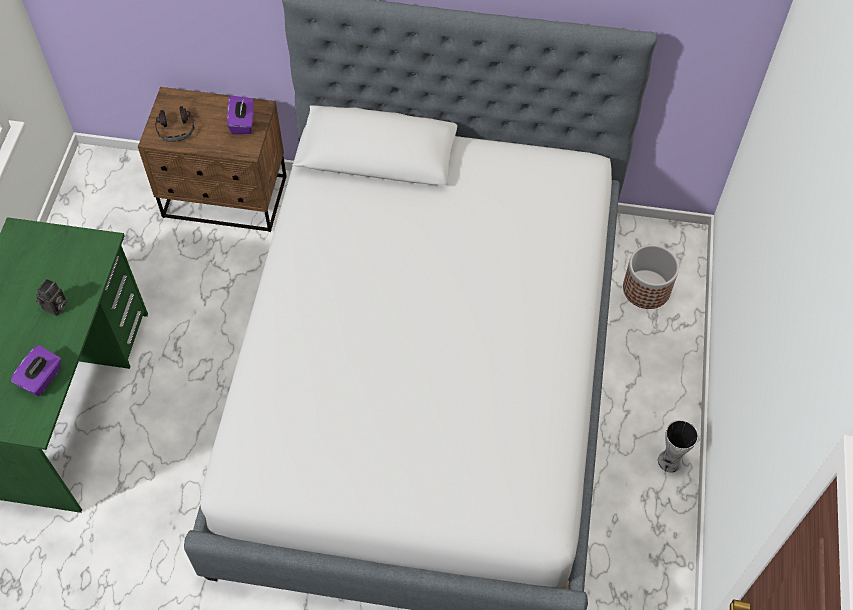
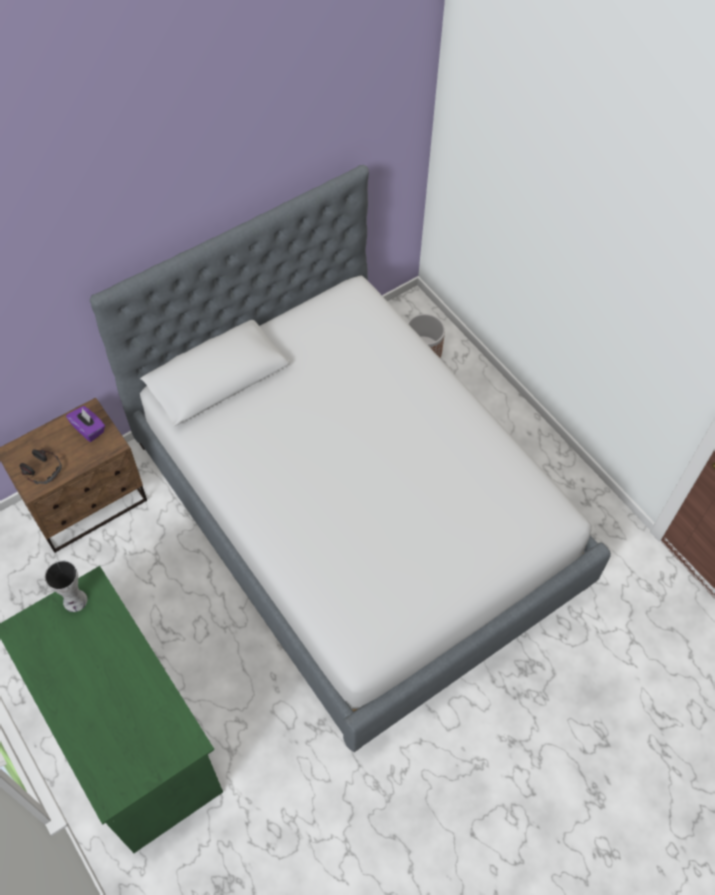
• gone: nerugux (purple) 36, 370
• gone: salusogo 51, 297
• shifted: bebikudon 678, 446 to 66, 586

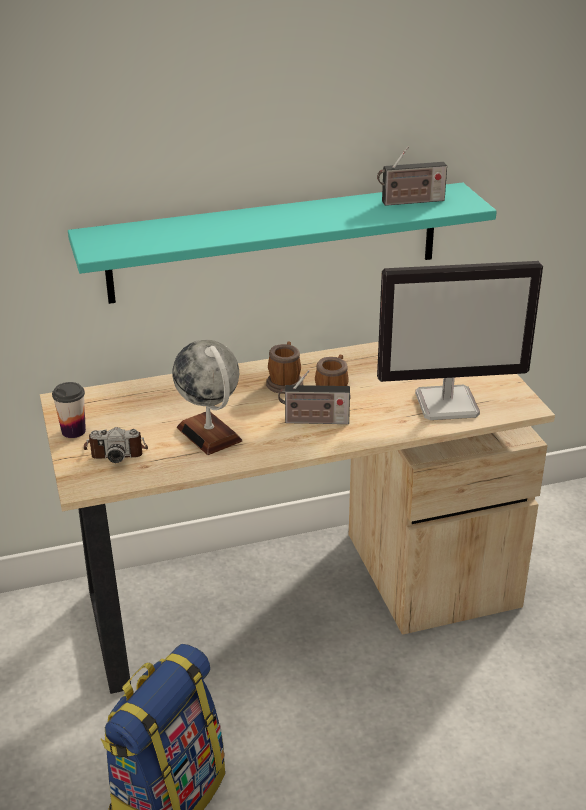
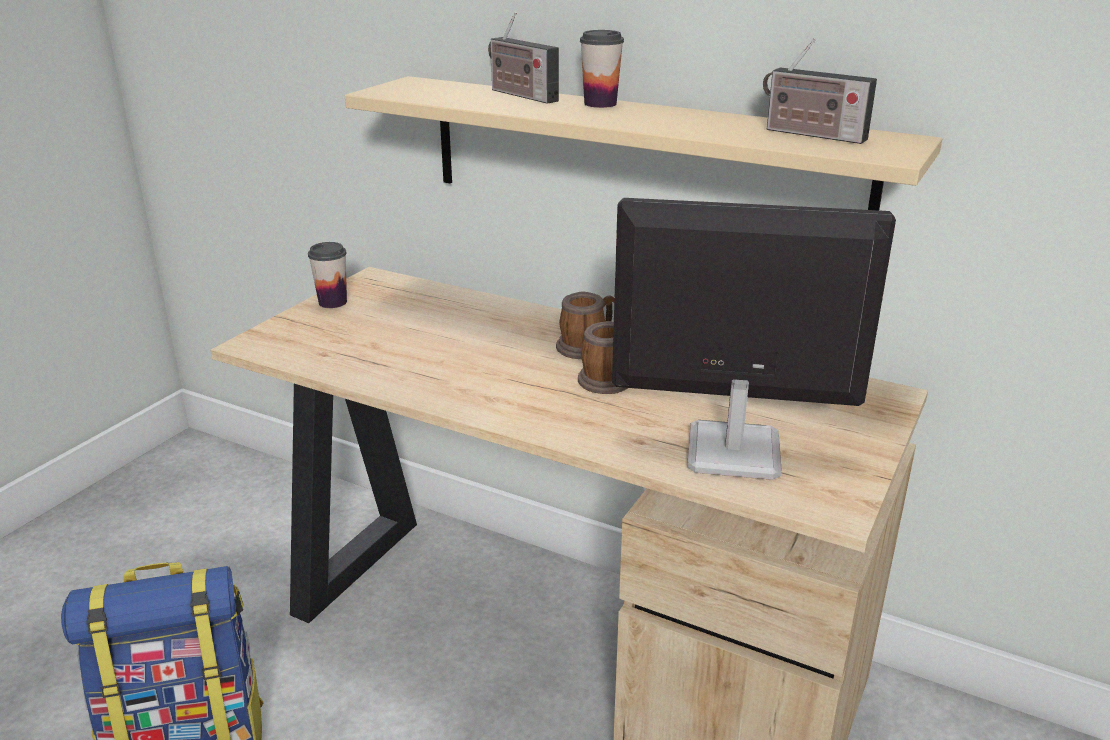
• gone: salusogo 115, 445
• gone: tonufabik 207, 397
• new: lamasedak 602, 69
• shifted: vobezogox 314, 397 to 523, 58
• repainted: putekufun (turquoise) 282, 243 to putekufun (beige) 643, 143
• rotated: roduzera 460, 340 = 754, 339 150 degrees clockwise

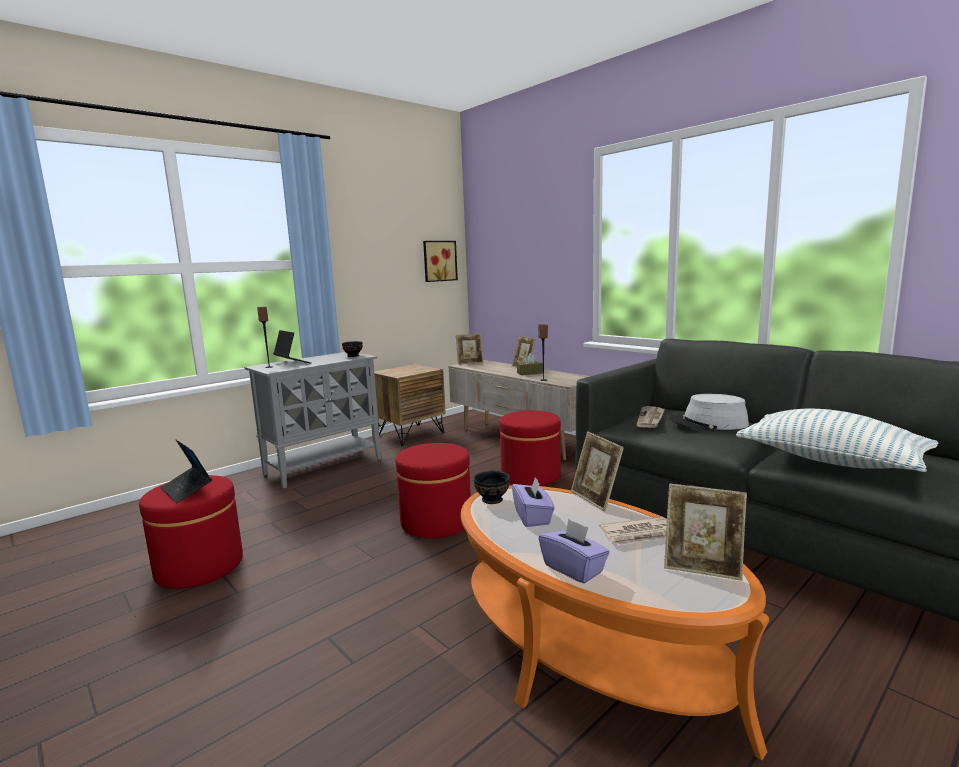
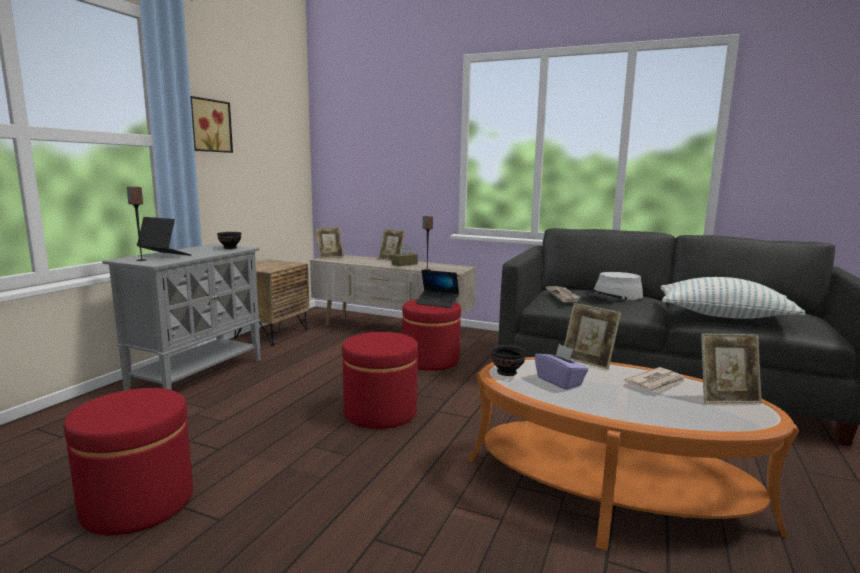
• gone: nerugux (purple) 574, 551
• shifted: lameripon 186, 471 to 437, 289
• shifted: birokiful 440, 261 to 211, 124

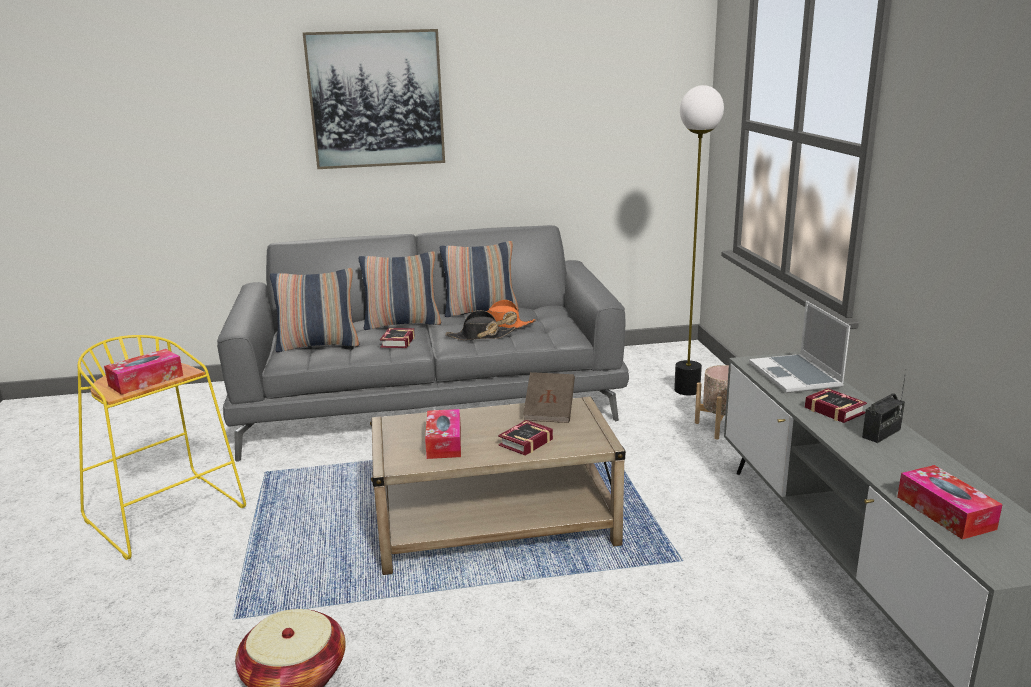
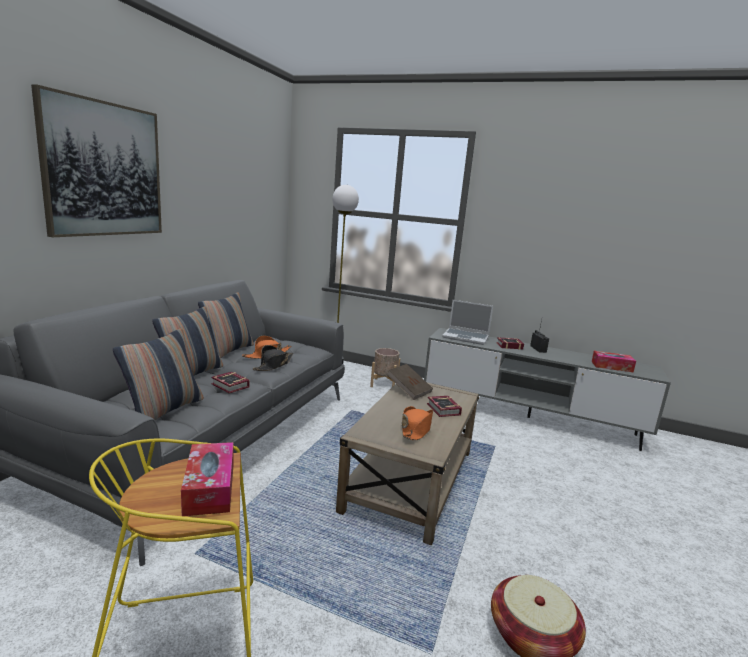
• swapped: nerugux 443, 434 to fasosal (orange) 417, 423

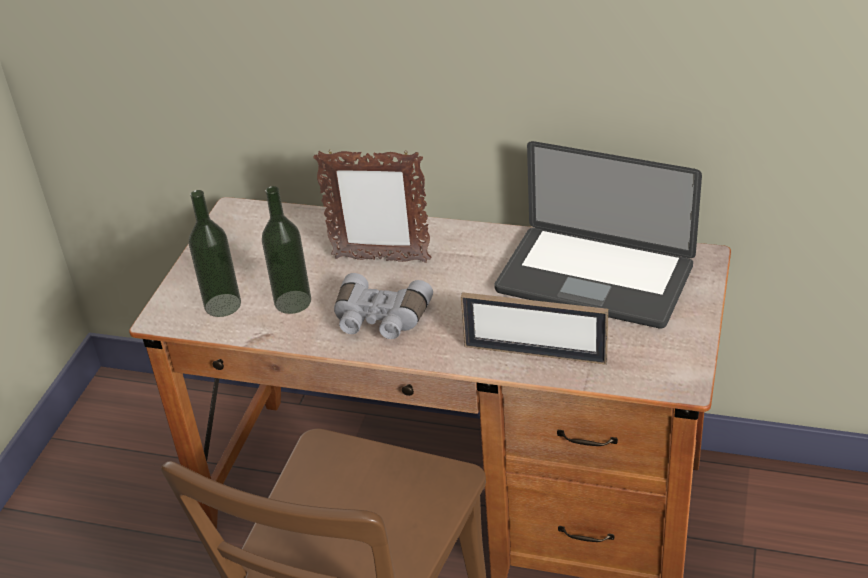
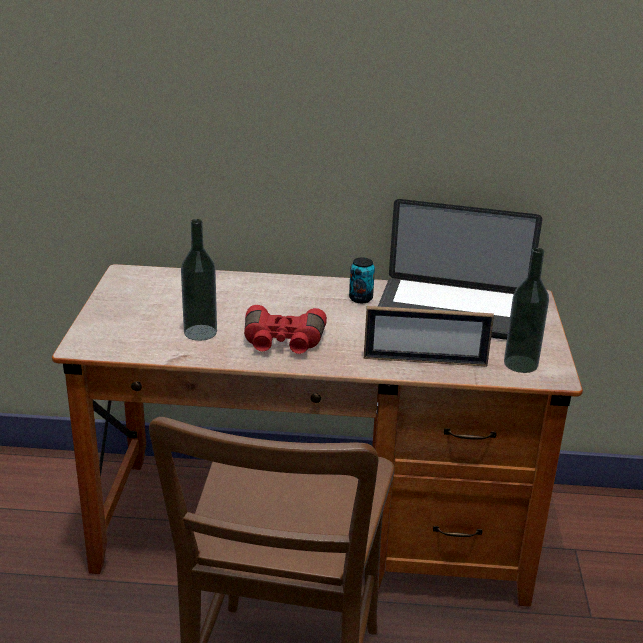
• gone: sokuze 372, 206
• new: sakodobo 362, 280
• shifted: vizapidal 215, 253 to 526, 310
• repainted: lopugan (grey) 383, 306 to lopugan (red) 285, 329

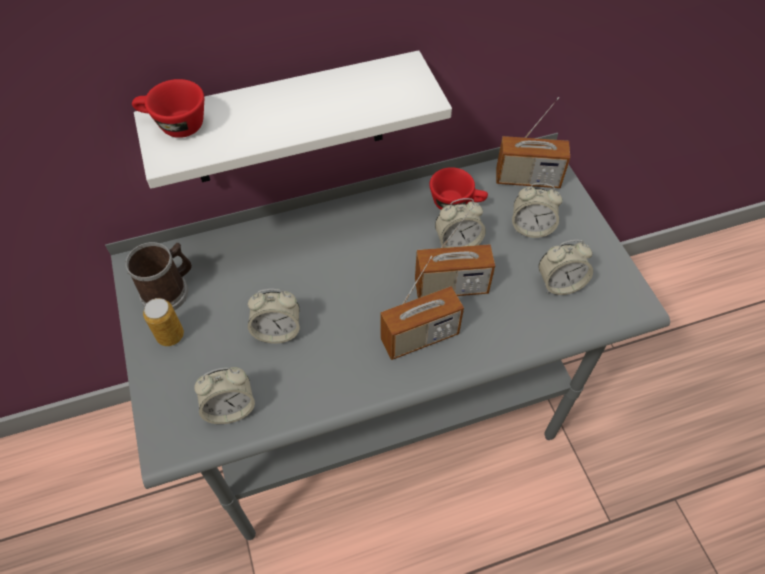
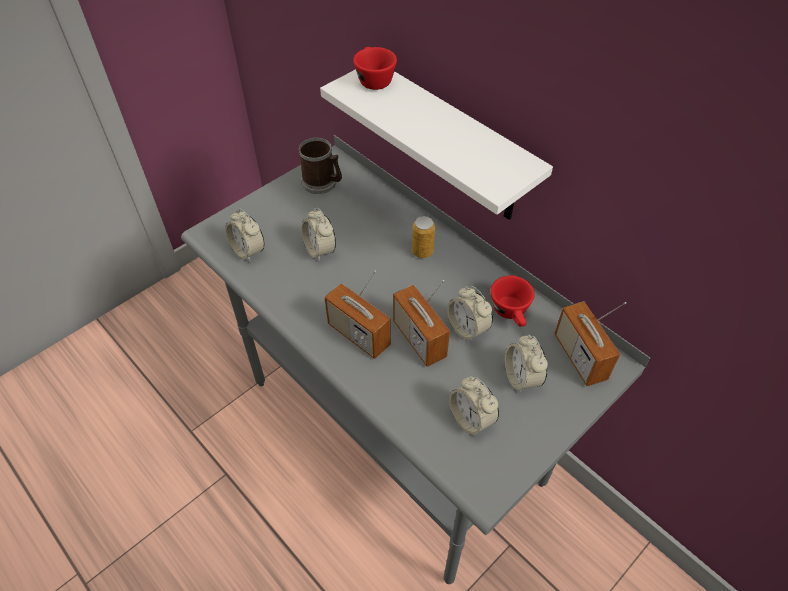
• shifted: sakodobo 163, 322 to 423, 237

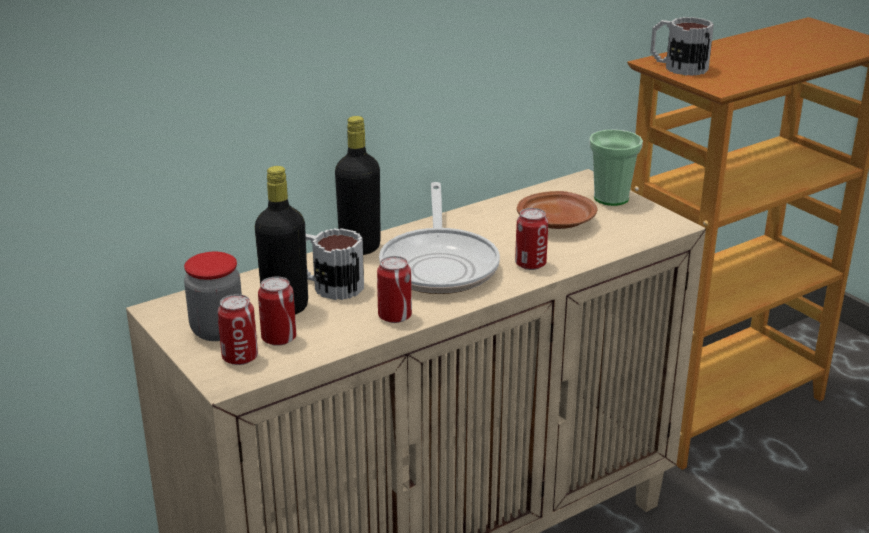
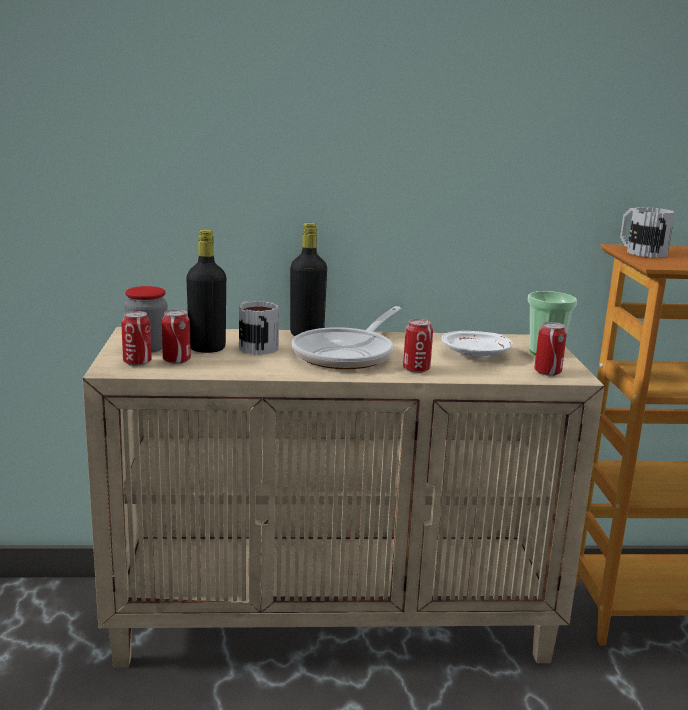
• shifted: sakodobo 394, 289 to 550, 349
• repainted: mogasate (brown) 557, 210 to mogasate (white) 477, 344

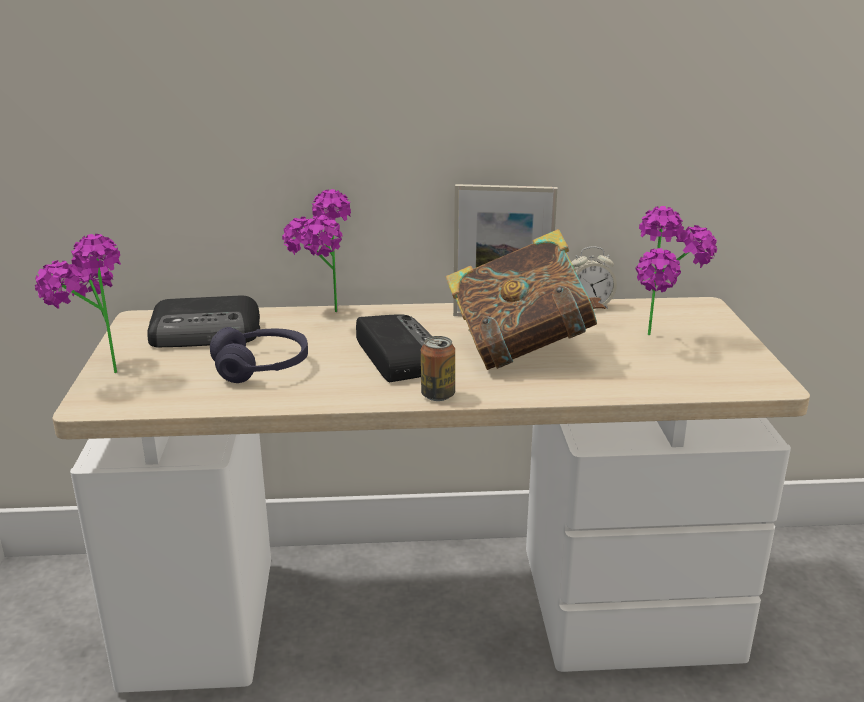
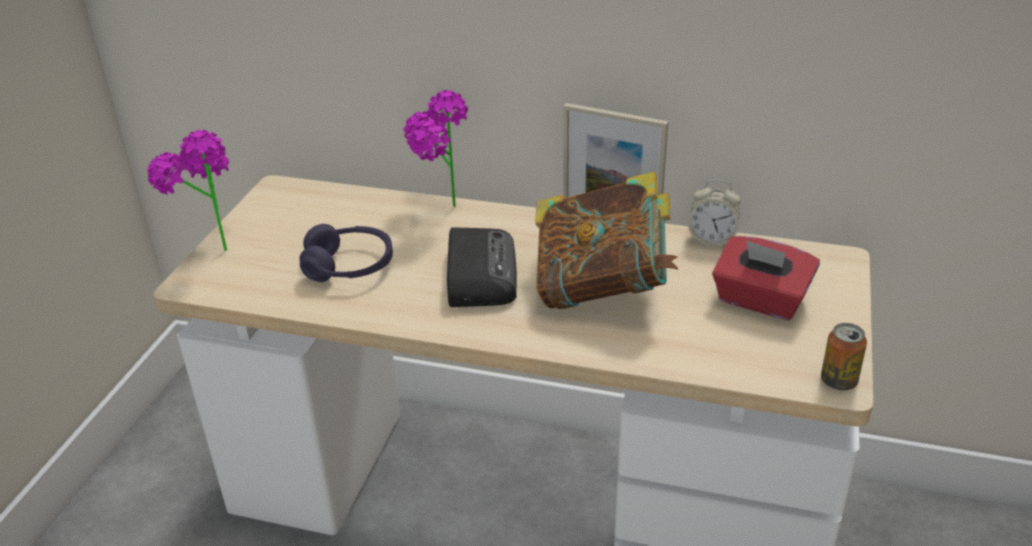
• gone: vobezogox 203, 321
• shifted: sakodobo 438, 368 to 844, 356
• swapped: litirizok 676, 270 to nerugux (red) 766, 278

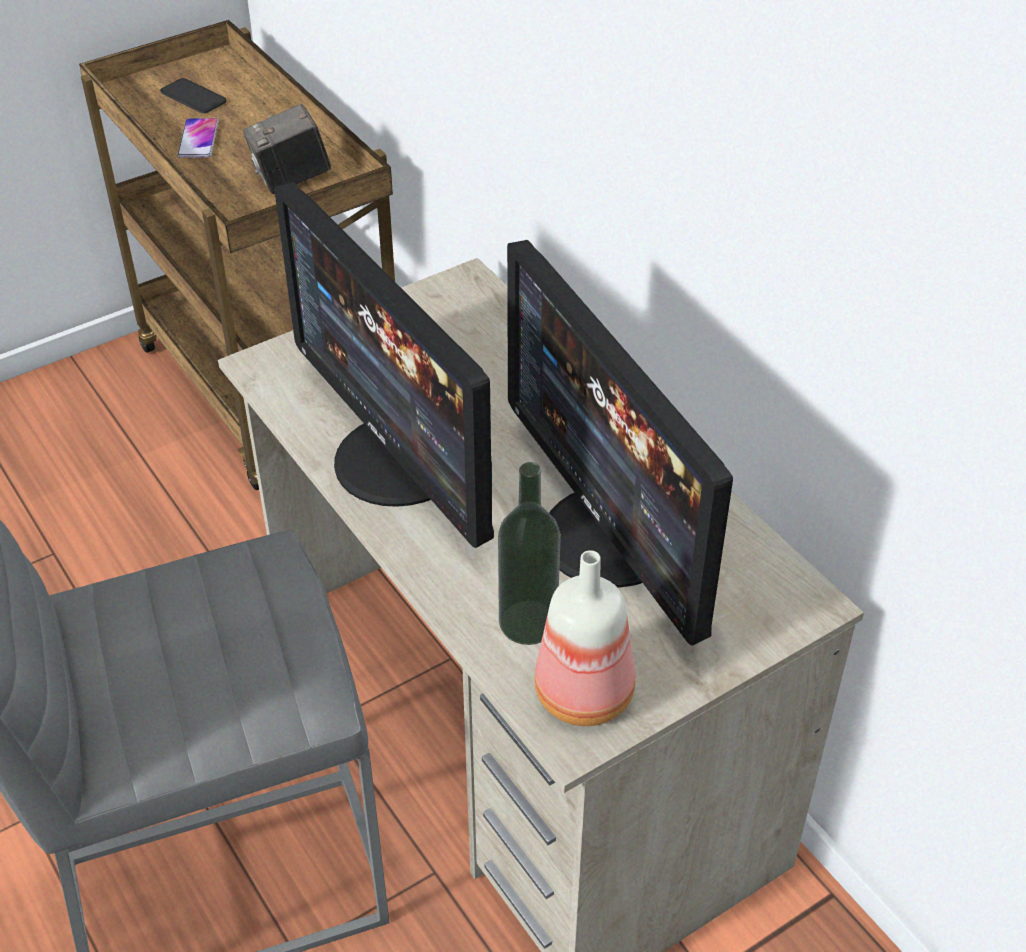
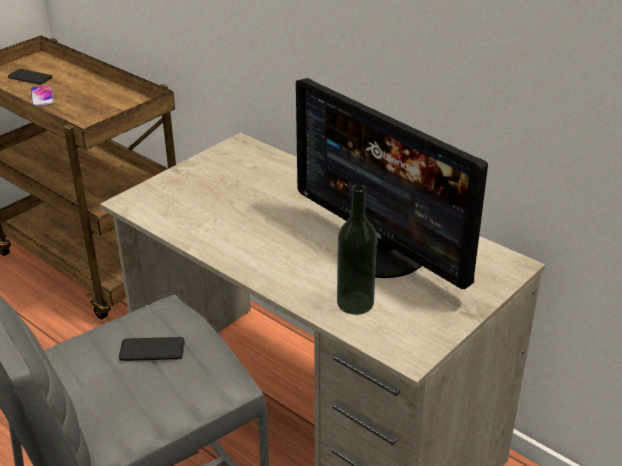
• gone: salusogo 287, 149
• gone: roduzera 384, 365
• gone: vizapidal 584, 638
• new: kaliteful 152, 349

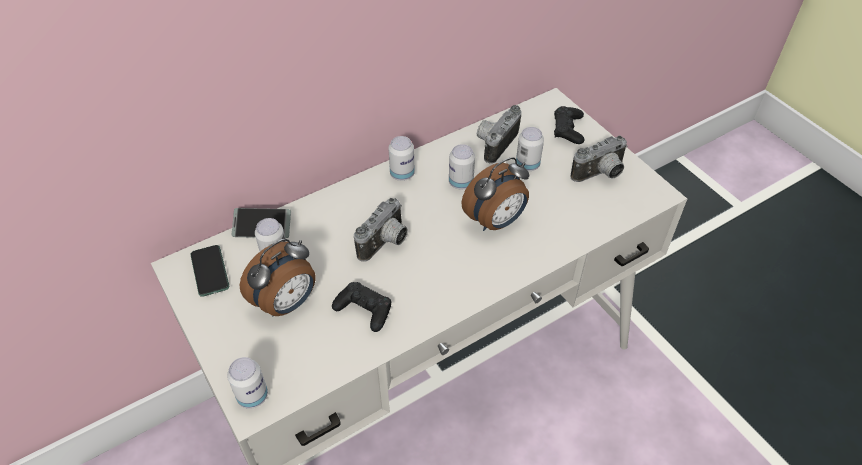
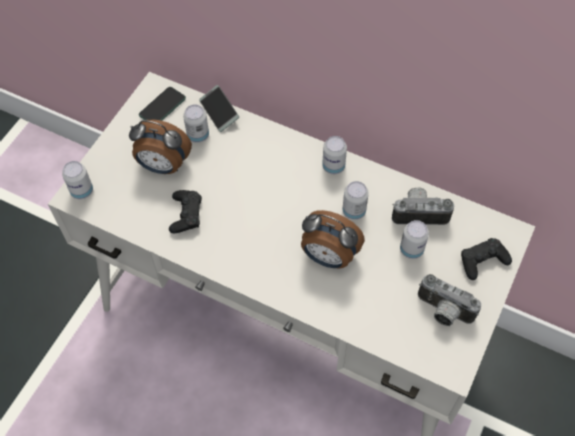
• gone: salusogo 381, 230

